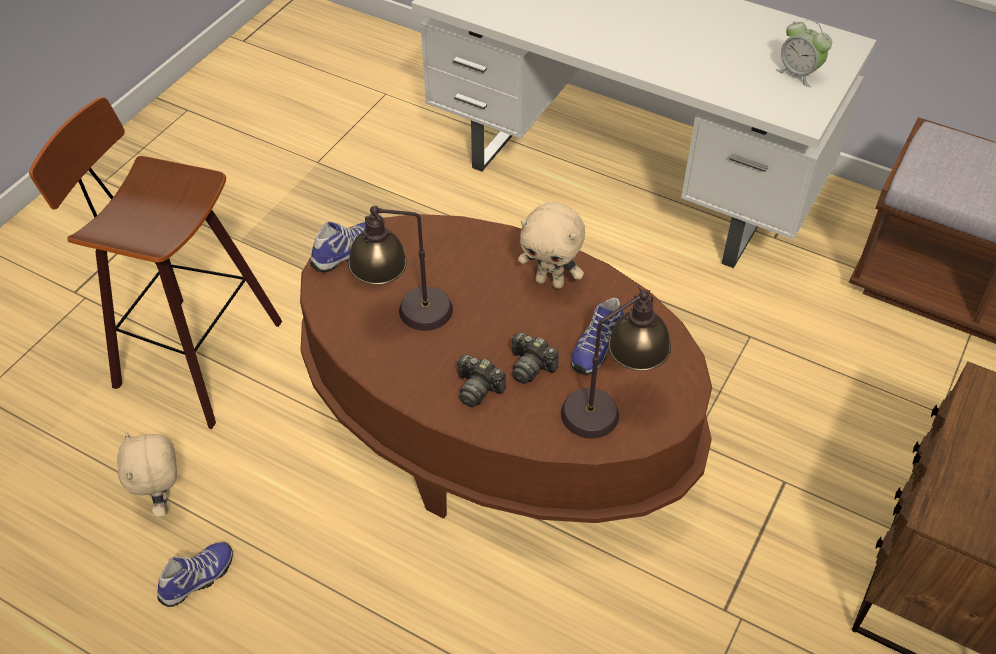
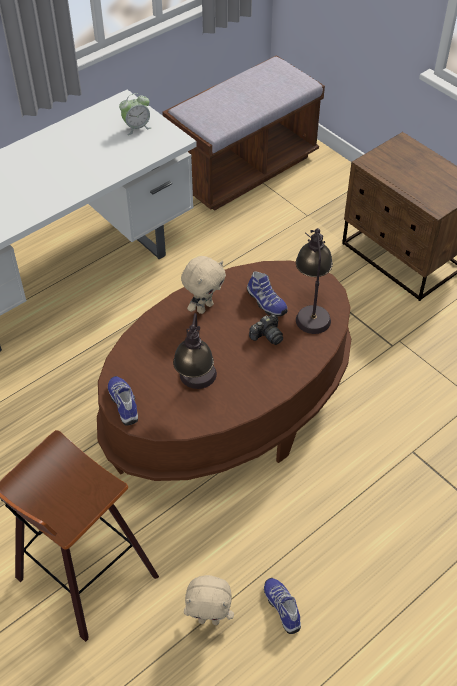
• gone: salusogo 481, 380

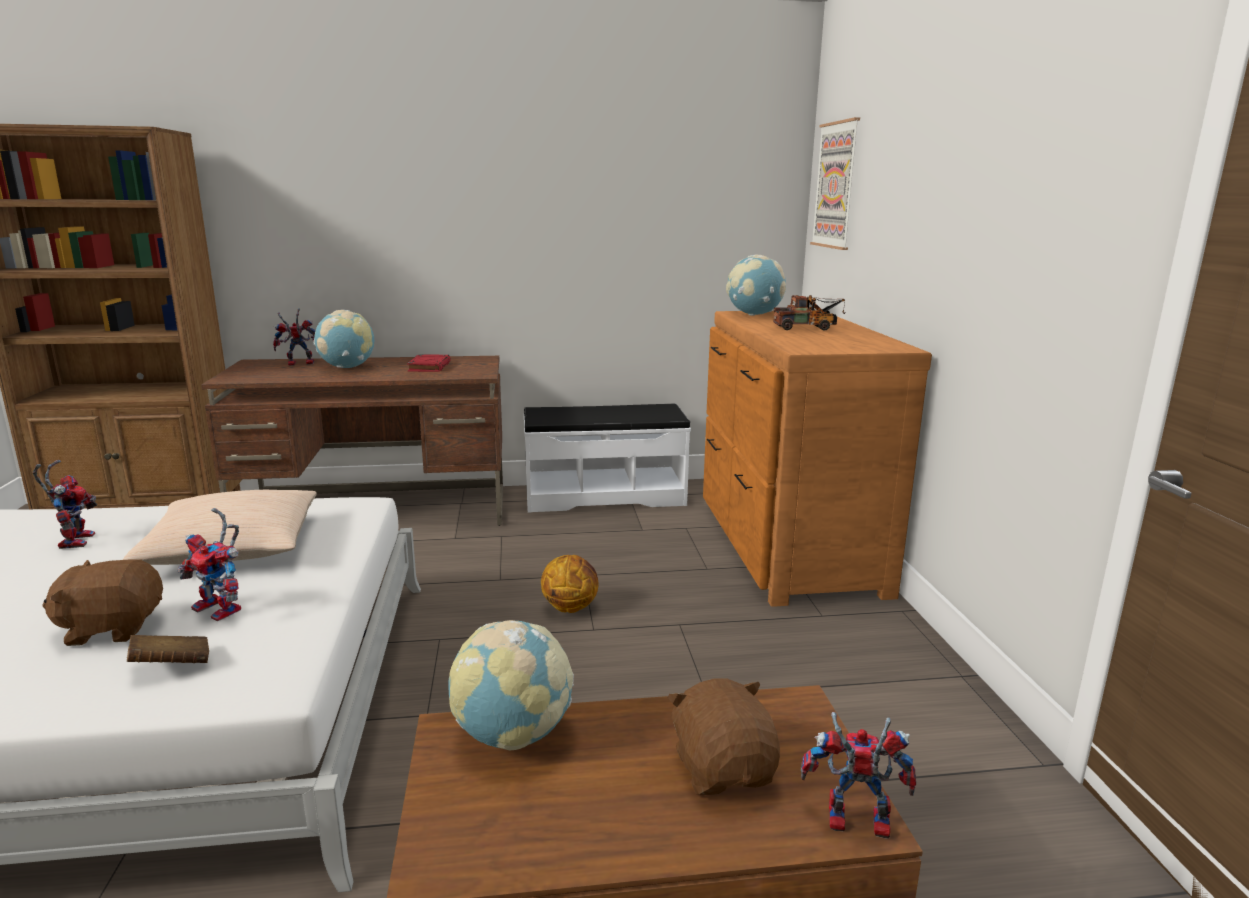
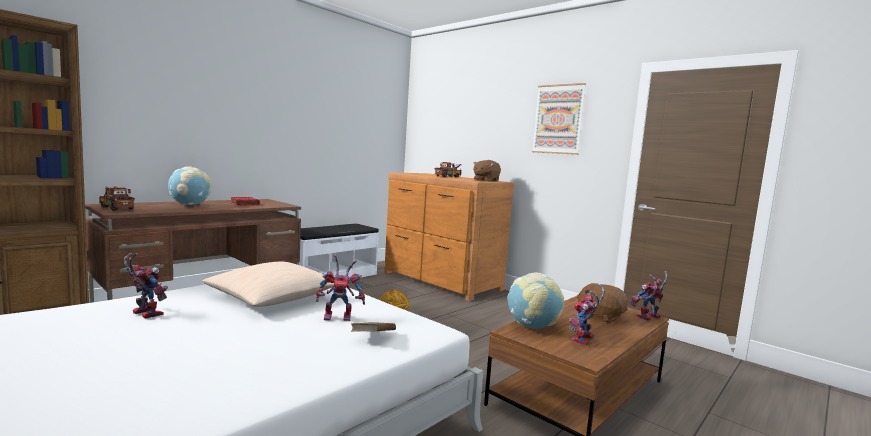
• gone: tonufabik 756, 285
• new: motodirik 117, 199
• shifted: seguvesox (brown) 102, 602 to 487, 171
• shifted: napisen 294, 337 to 587, 314
• shifted: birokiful 835, 183 to 559, 119

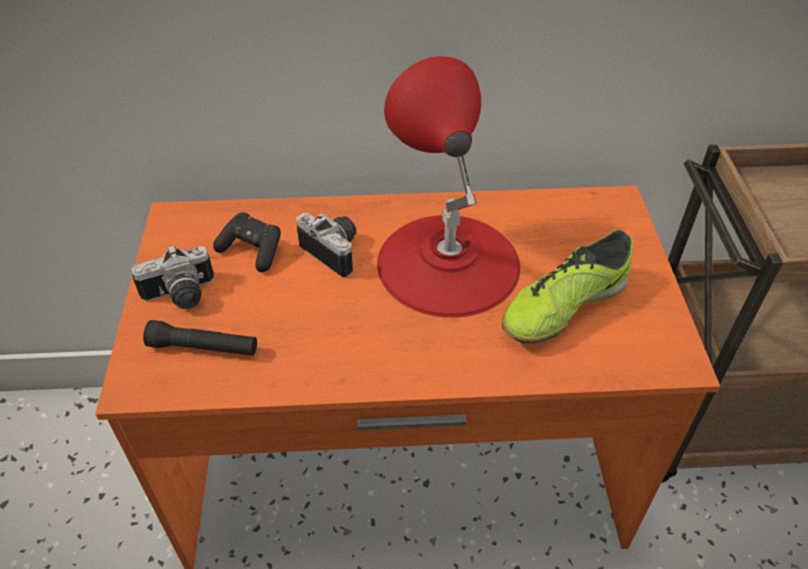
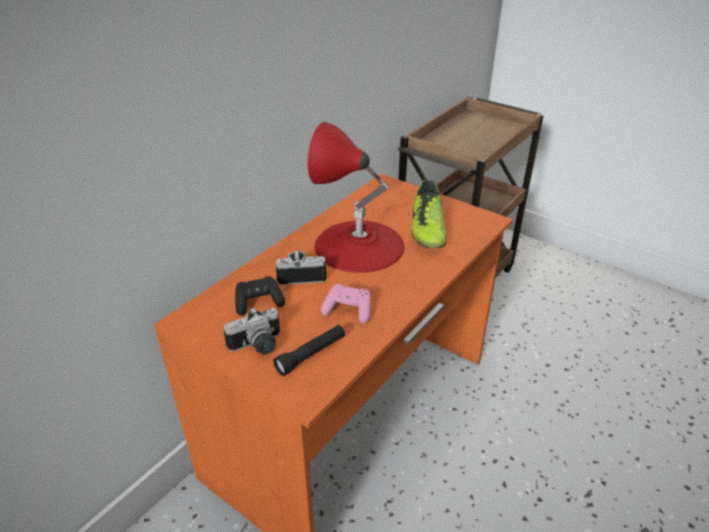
• new: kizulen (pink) 346, 304
• rotated: salusogo 172, 277 = 251, 331 45 degrees clockwise

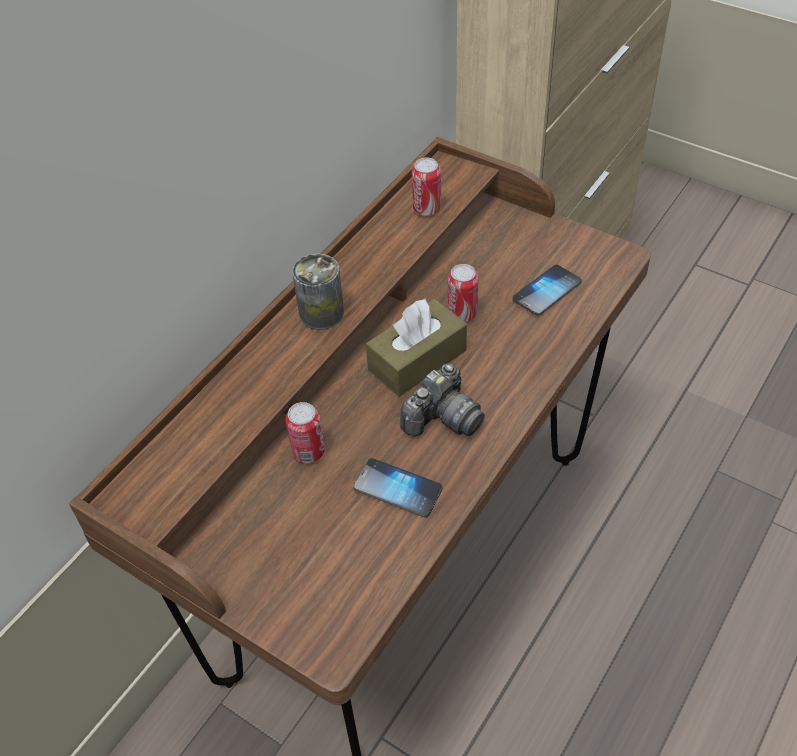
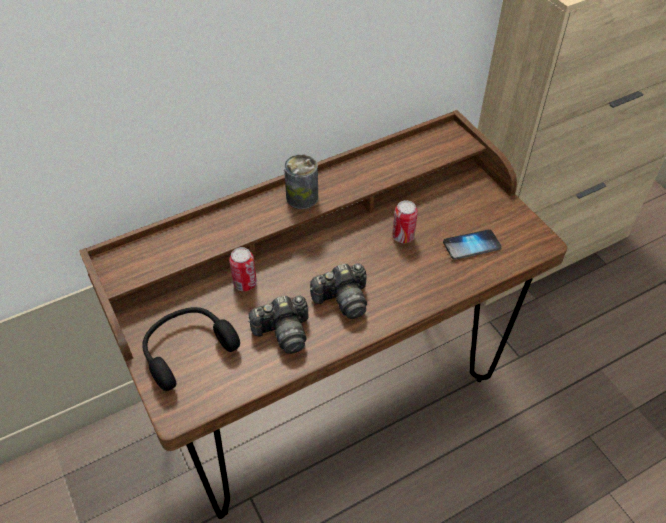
• gone: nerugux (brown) 416, 348
• gone: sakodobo 426, 186
• new: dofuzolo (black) 191, 349
• swapped: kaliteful 398, 487 to salusogo 278, 325

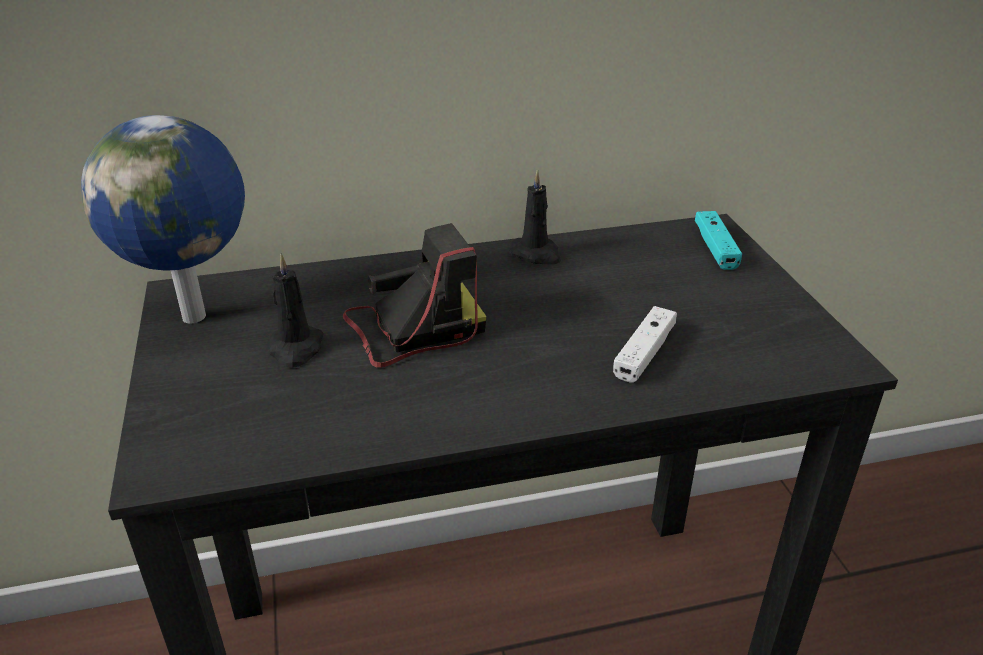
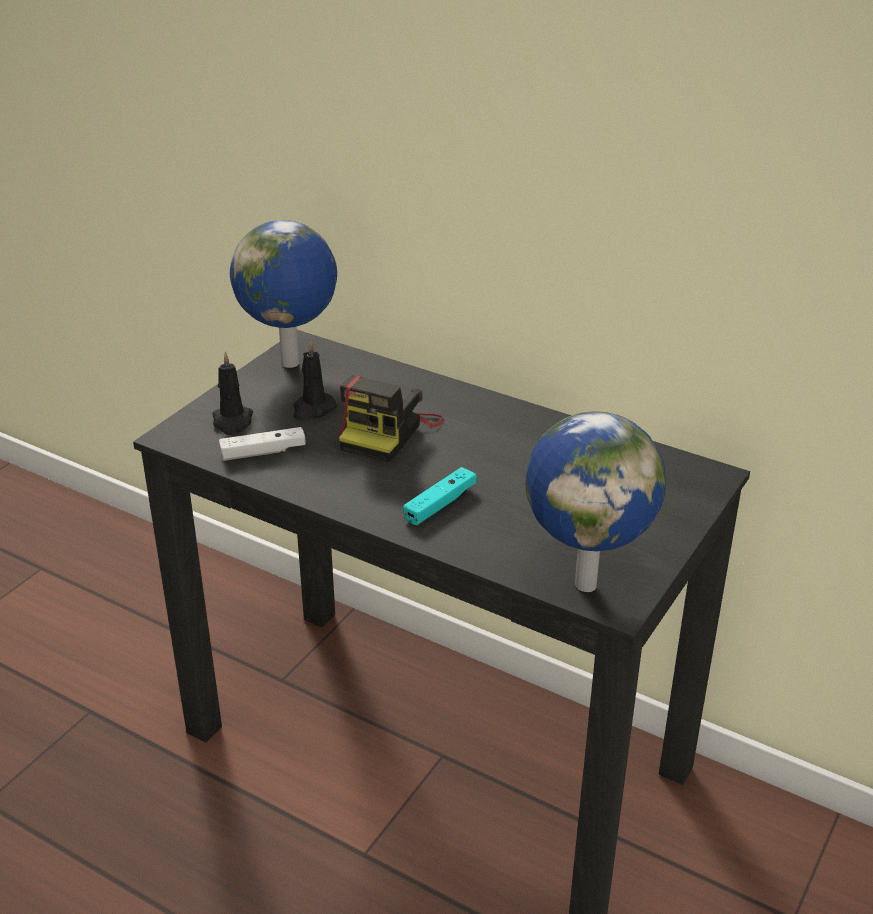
• new: tonufabik 595, 501
• shifted: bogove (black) 535, 216 to 233, 393
• shifted: kizulen (white) 645, 344 to 262, 444
• shifted: kizulen (turquoise) 718, 240 to 440, 496
• rotated: salusogo 415, 295 = 391, 419 90 degrees clockwise

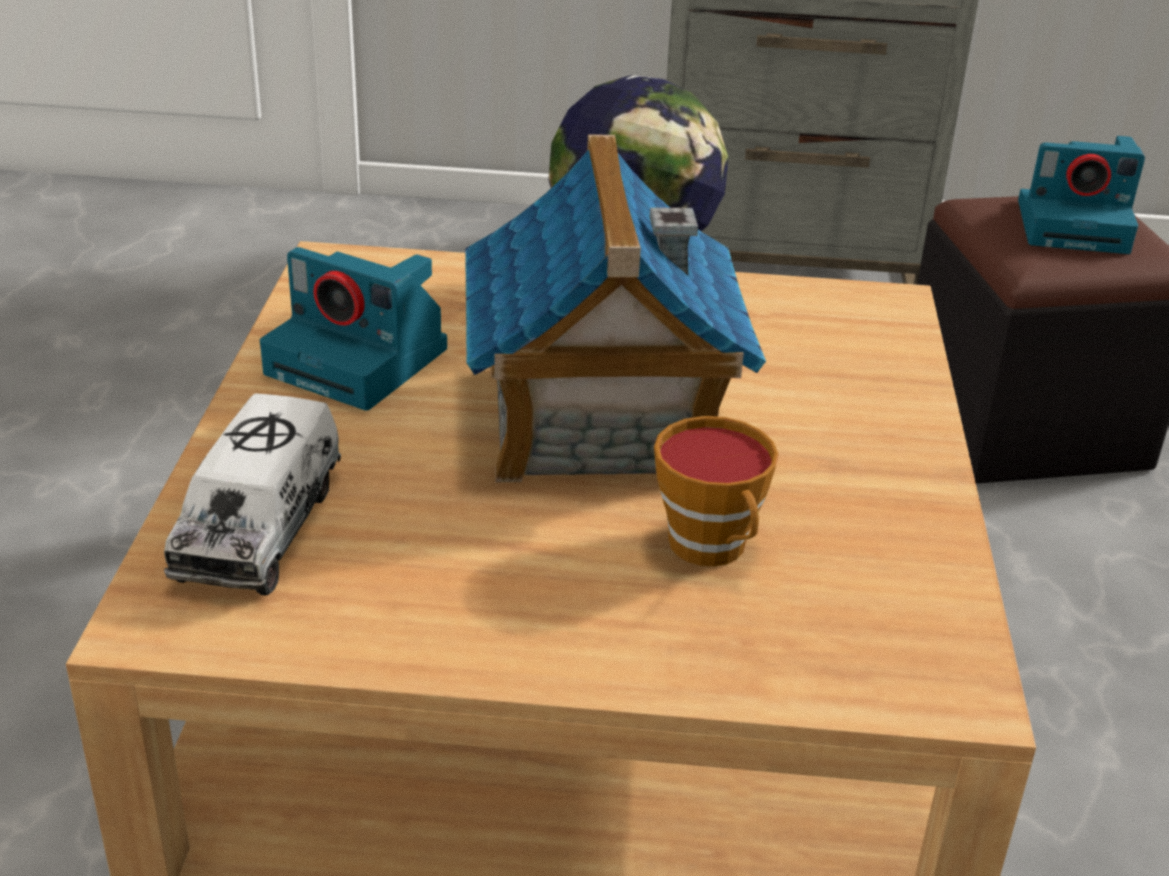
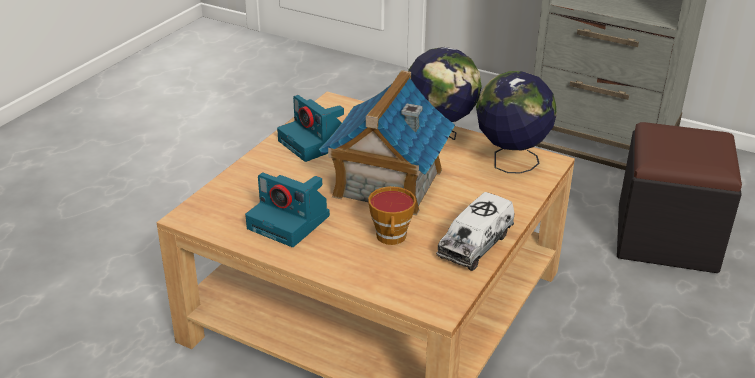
• new: tonufabik 516, 122
• shifted: motodirik 252, 495 to 475, 231
• shifted: salusogo 1081, 195 to 287, 210

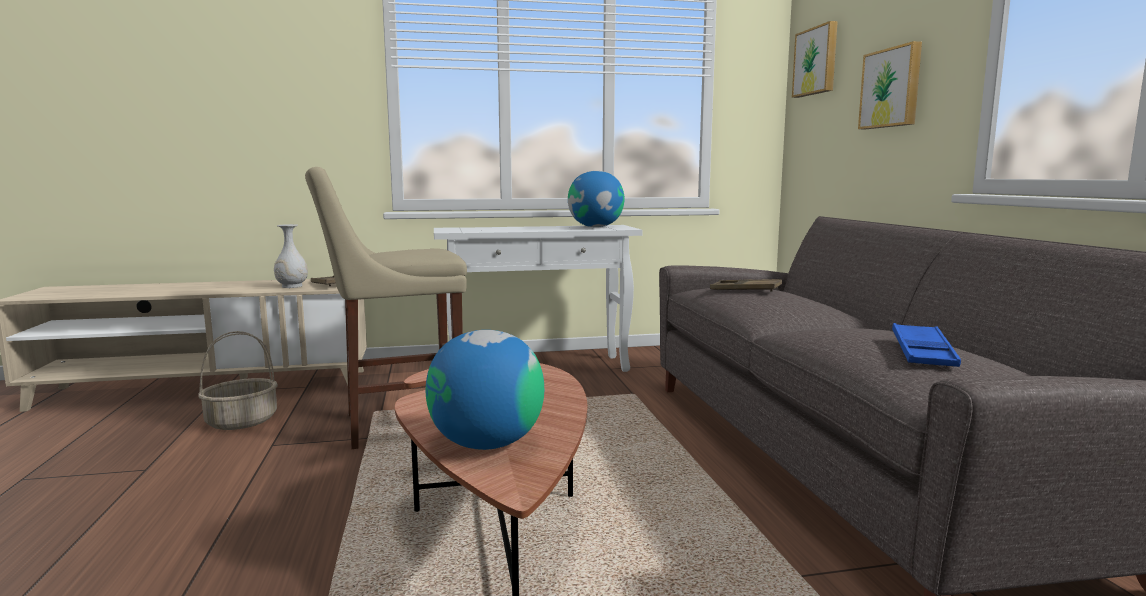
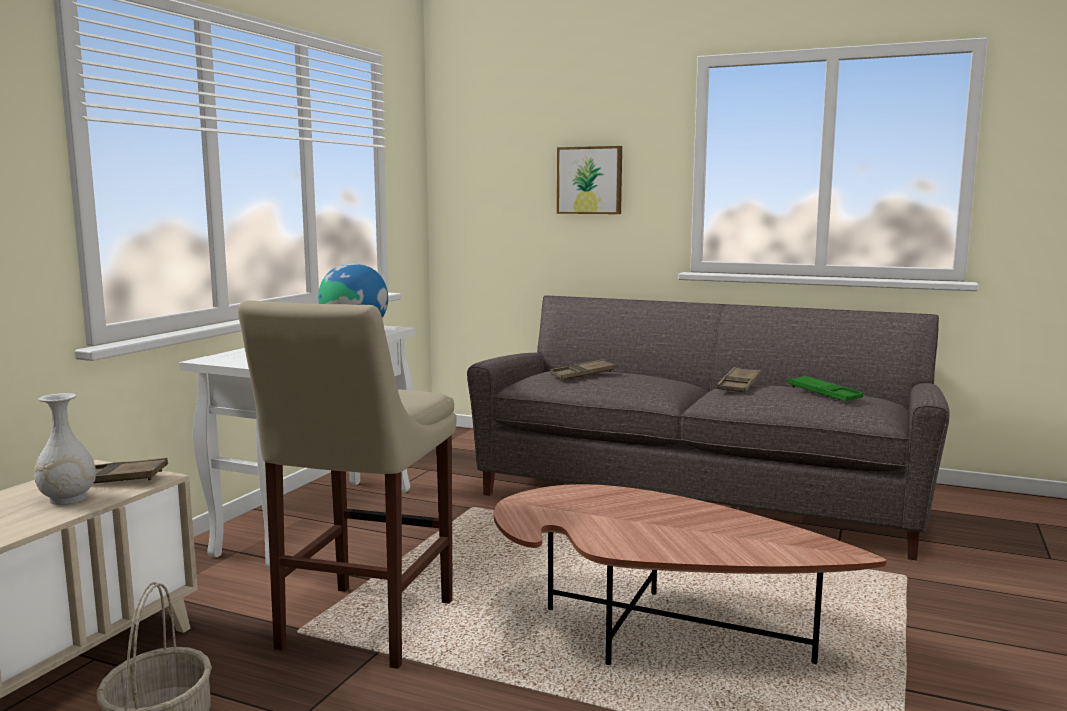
• gone: tonufabik 485, 390
• gone: birokiful 815, 59
• new: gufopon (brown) 739, 379
• repainted: gufopon (blue) 926, 345 to gufopon (green) 825, 388

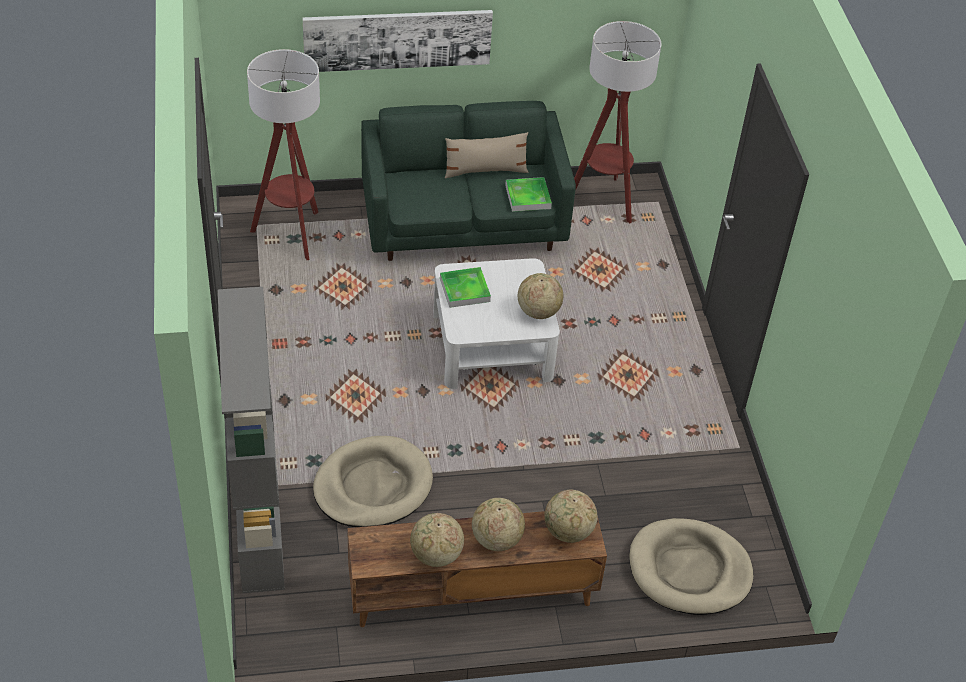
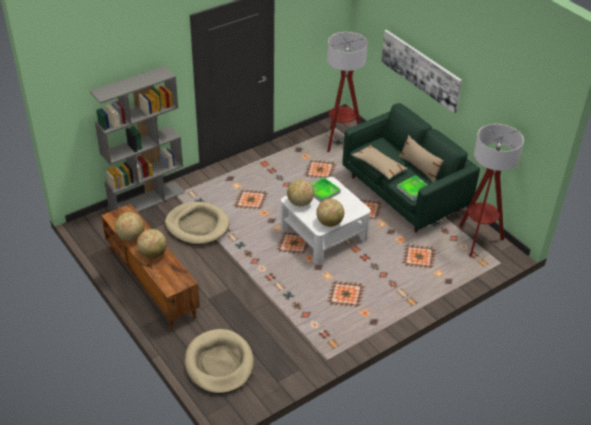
• new: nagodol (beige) 380, 162
• shifted: tonufabik 570, 516 to 300, 192

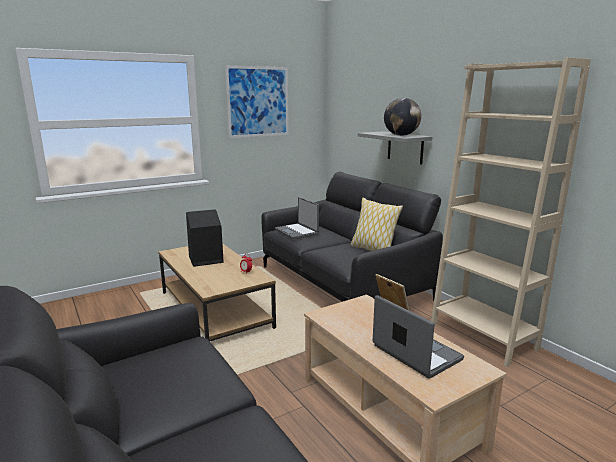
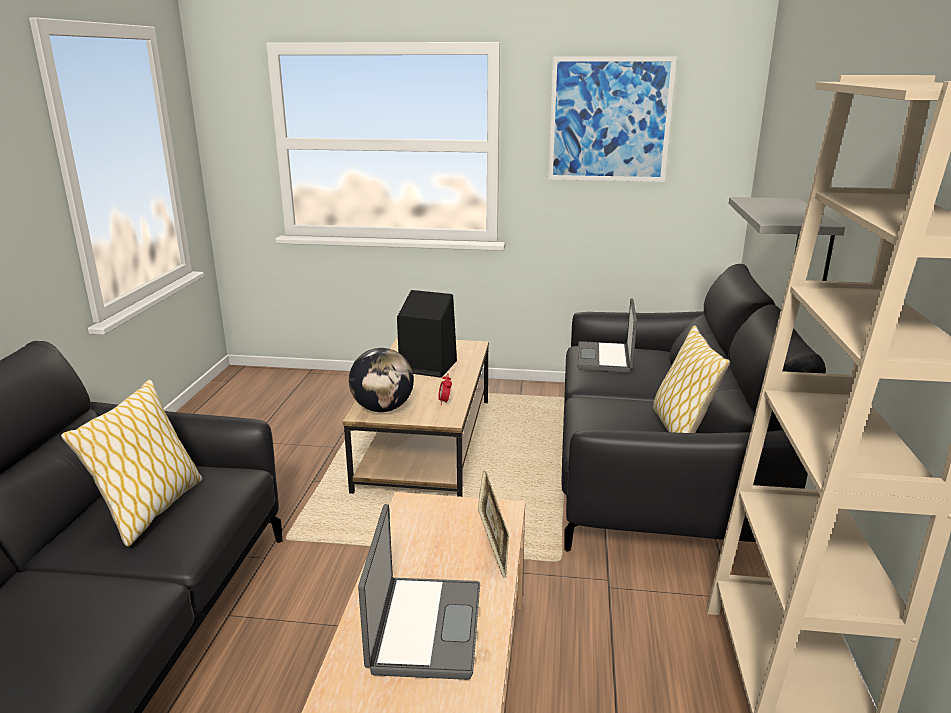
• new: nagodol 132, 463
• shifted: tonufabik 402, 117 to 381, 380

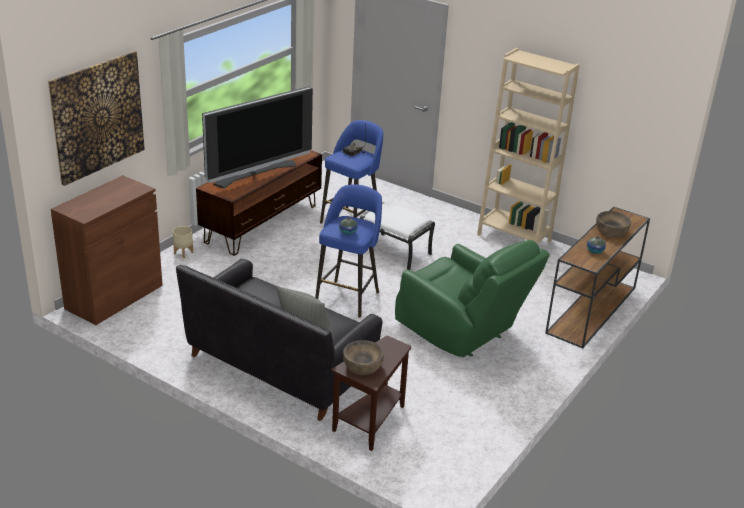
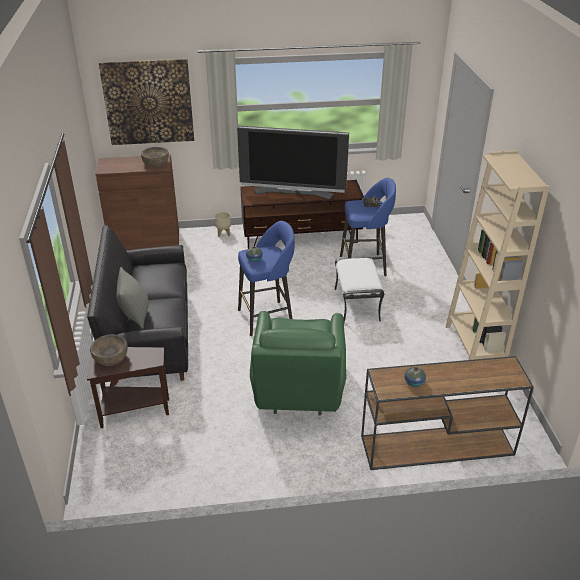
• shifted: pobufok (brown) 613, 224 to 155, 157

